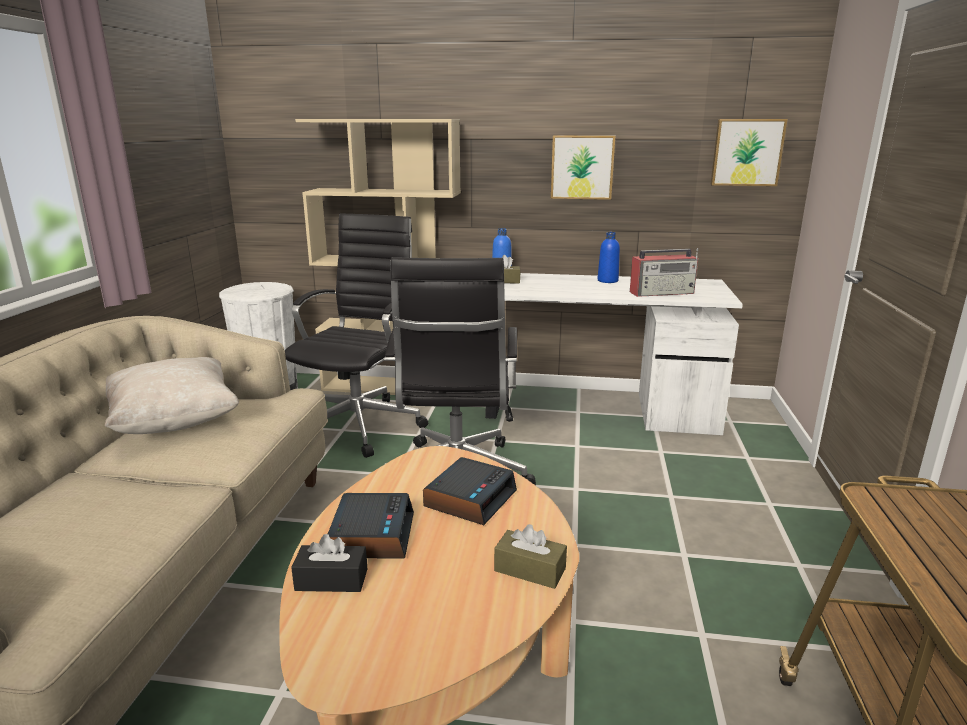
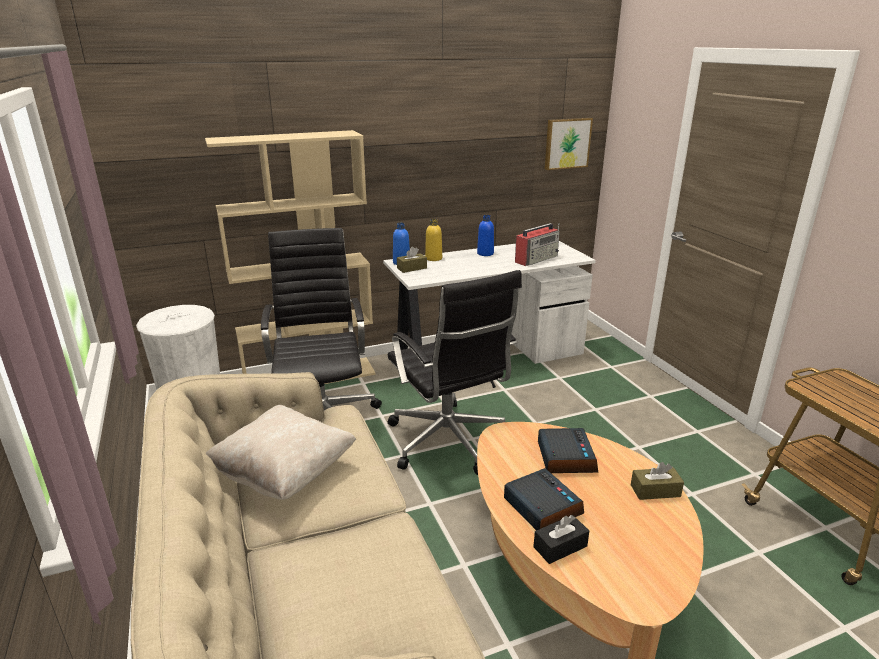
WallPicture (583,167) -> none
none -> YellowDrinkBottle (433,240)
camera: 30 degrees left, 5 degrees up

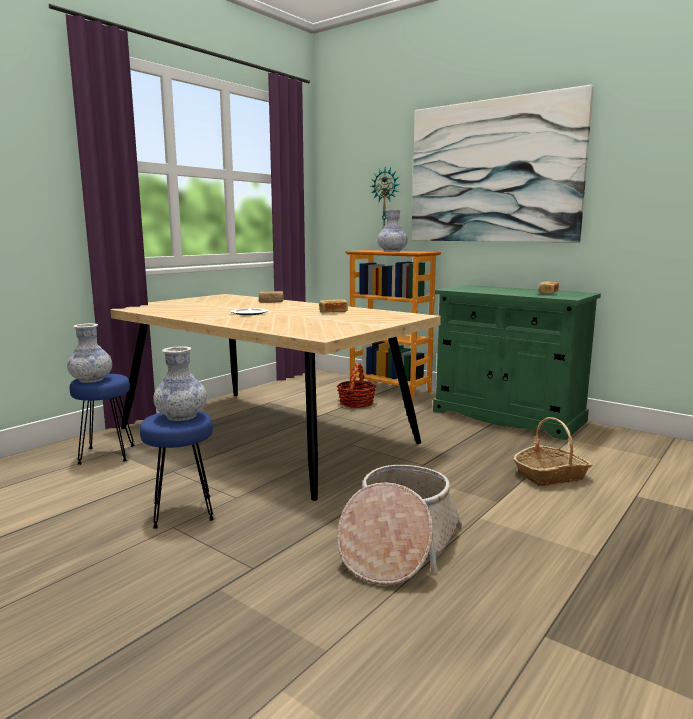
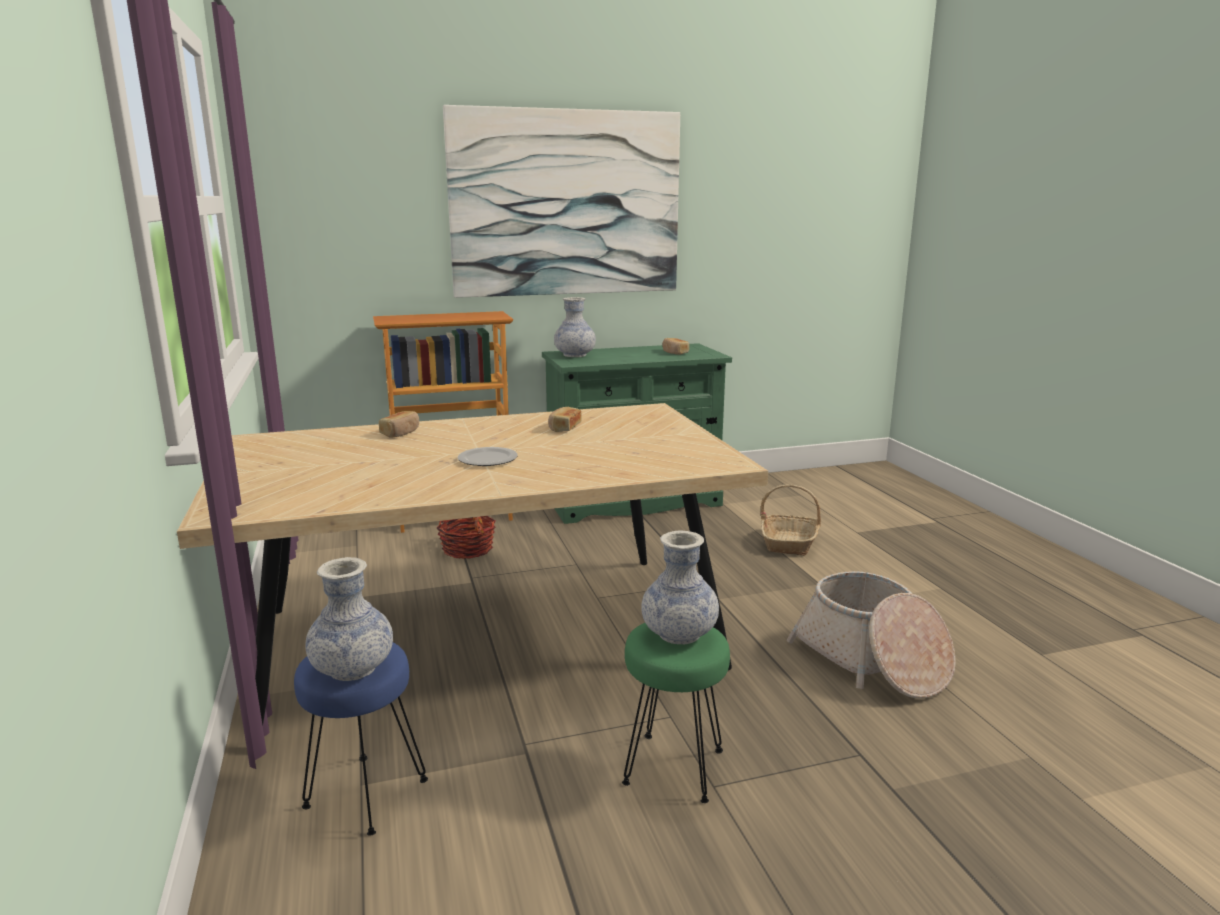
BlueStoolSeat (177,470) -> GreenColouredStoolSeat (676,713)
WallClock (385,198) -> none
FlowerVase (392,230) -> FlowerVase (575,327), relocated
camera: 55 degrees left, 5 degrees up

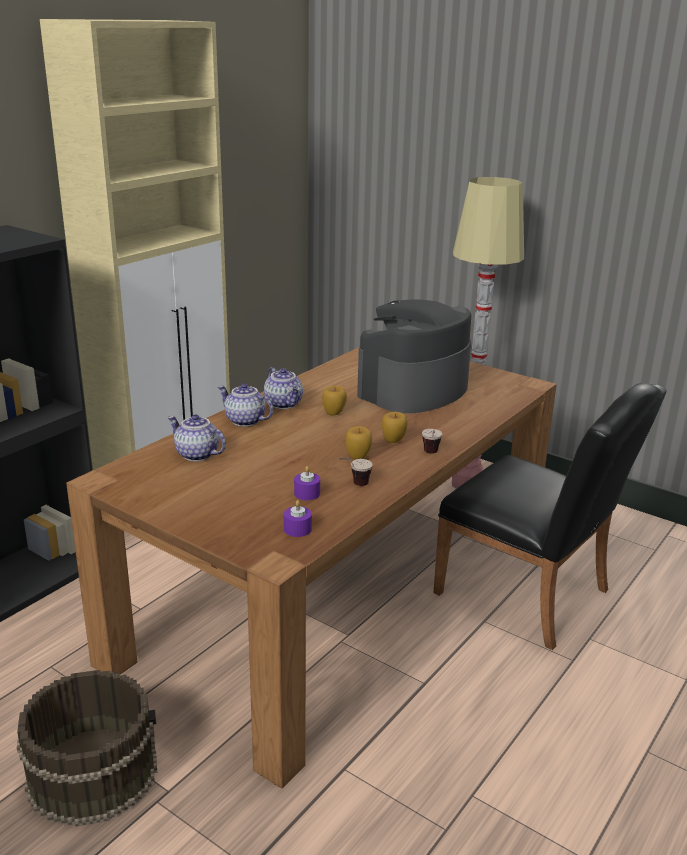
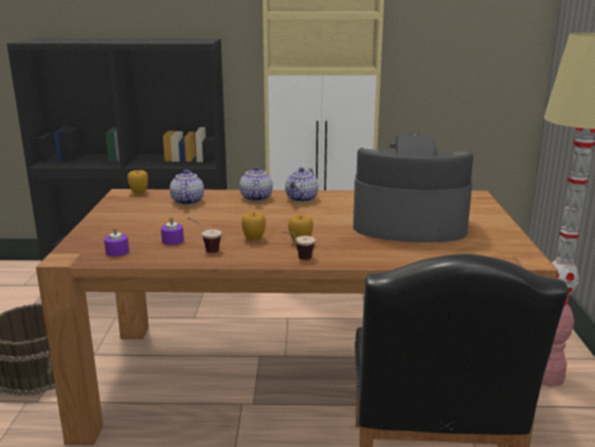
Apple (334,401) -> Apple (137,181), relocated
camera: 55 degrees right, 5 degrees down

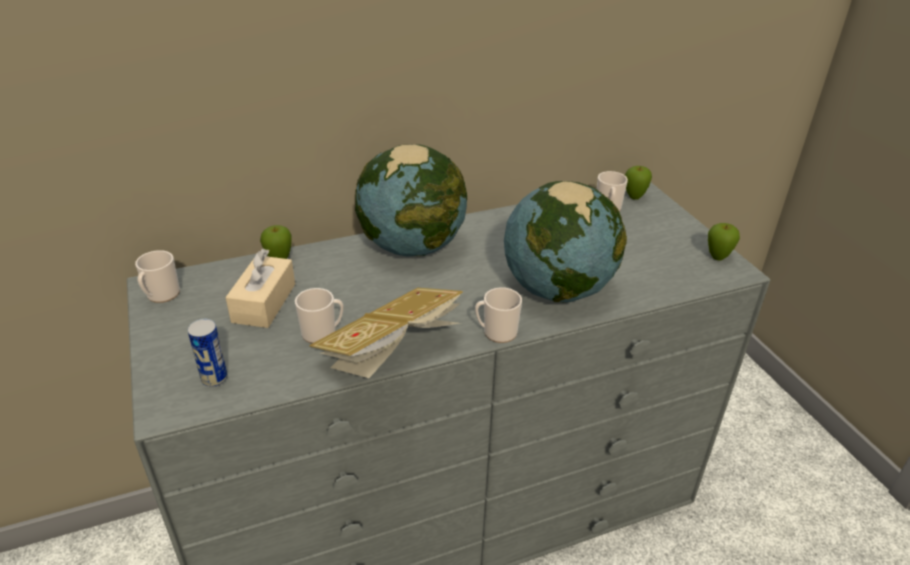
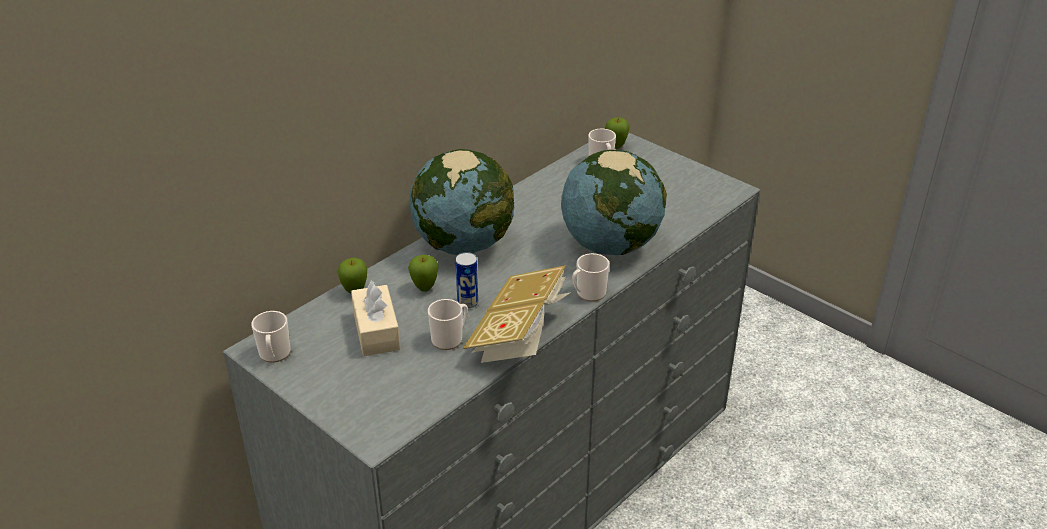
SealedCan (207,353) -> SealedCan (466,280), relocated
Apple (724,242) -> Apple (423,273), relocated
camera: 25 degrees left, 0 degrees up

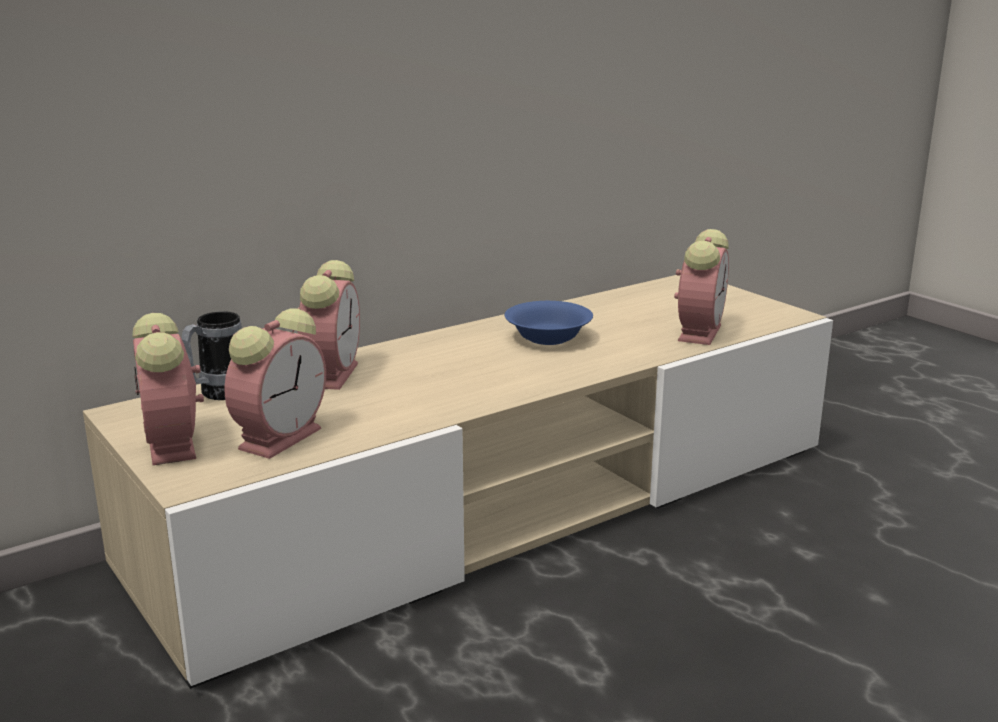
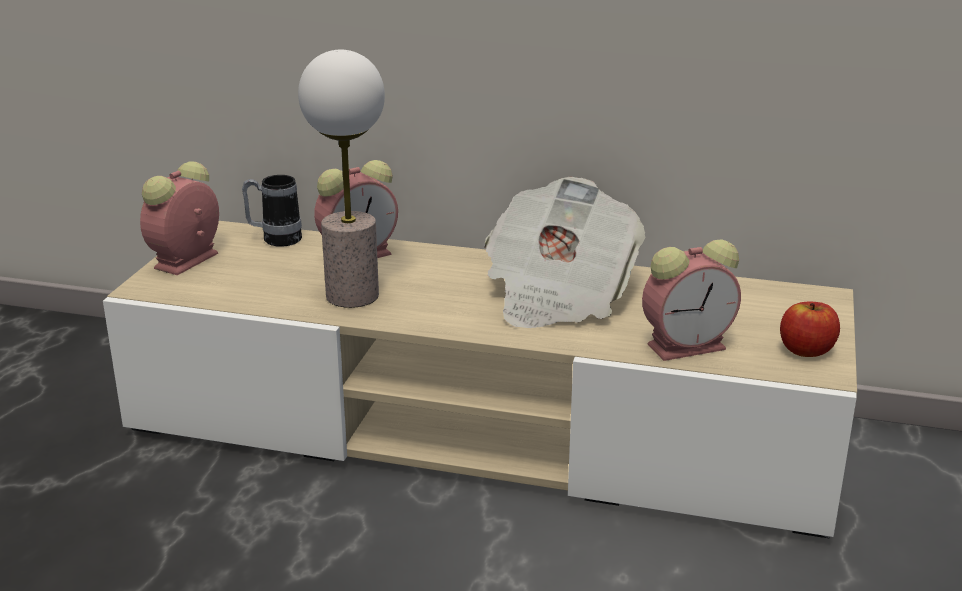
AlarmClock (275,383) -> none
BlueBowl (549,323) -> Newspaper (565,252)
none -> TabletopLamp (341,179)
none -> Apple (810,329)
camera: 50 degrees right, 5 degrees up

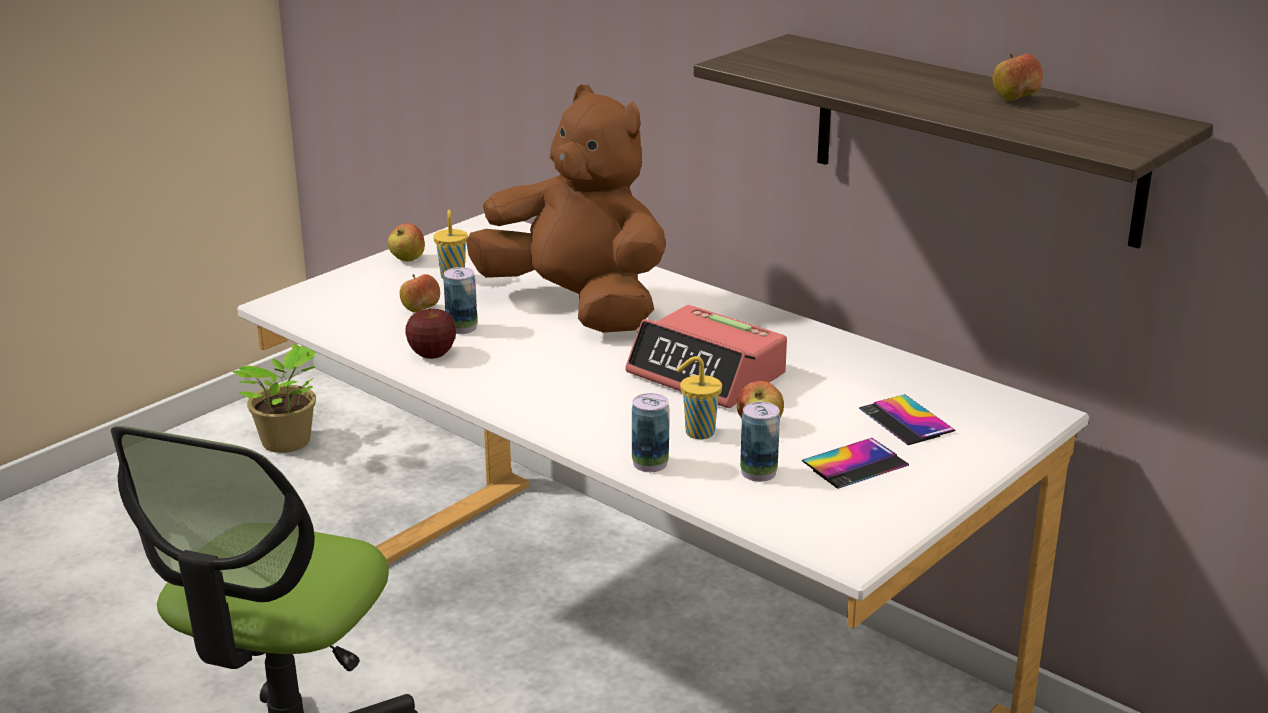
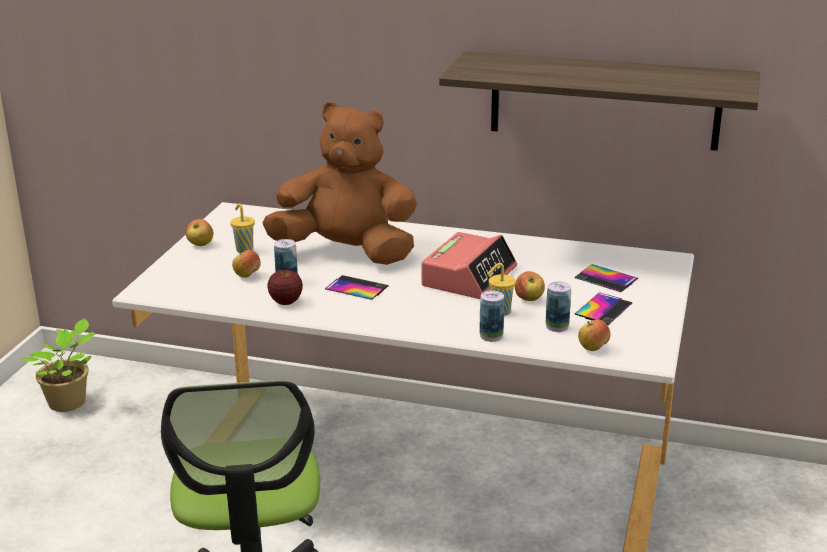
AlarmClock (706,356) -> AlarmClock (469,265), 75 degrees counterclockwise
Apple (1018,77) -> Apple (594,335), relocated
none -> Telephone (357,287)
camera: 25 degrees left, 0 degrees up

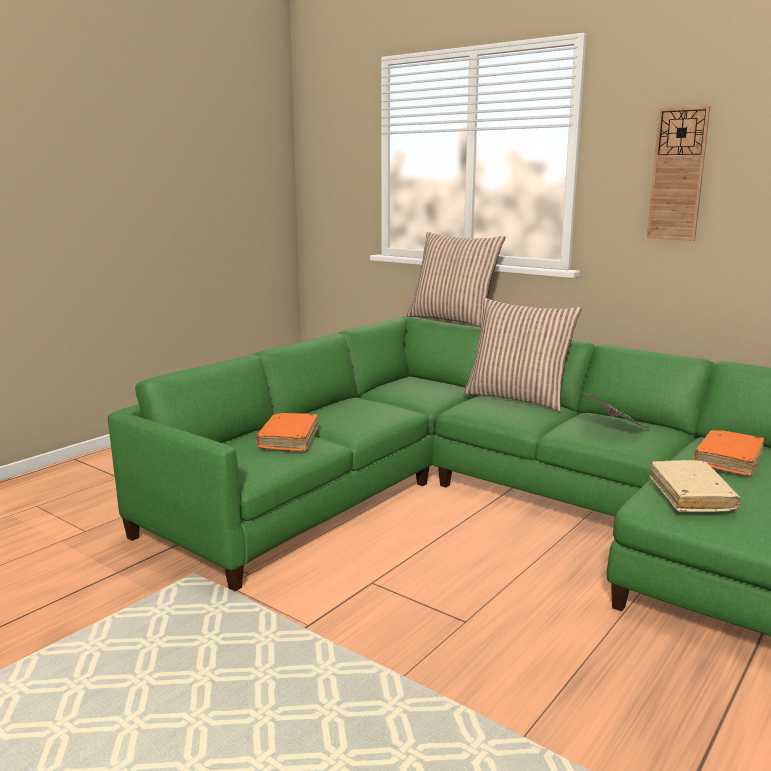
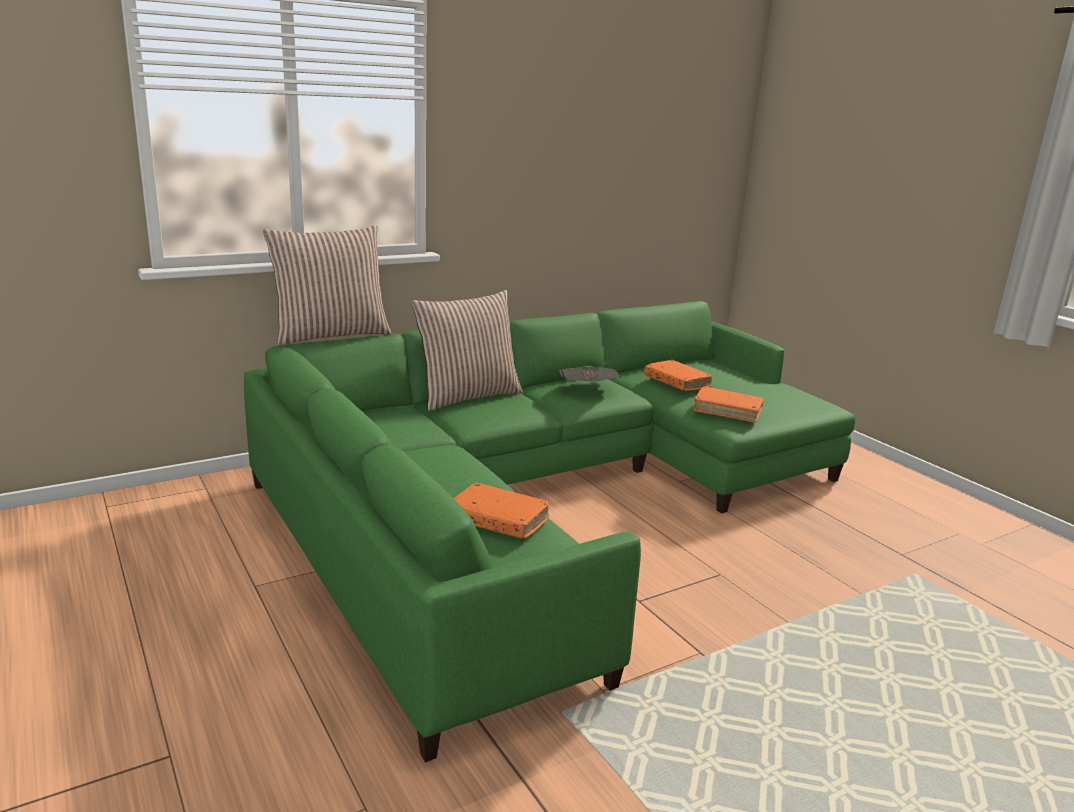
WallClock (678,173) -> none
BeigeColouredBook (695,486) -> OrangeColouredBook (728,405)
camera: 70 degrees left, 5 degrees up

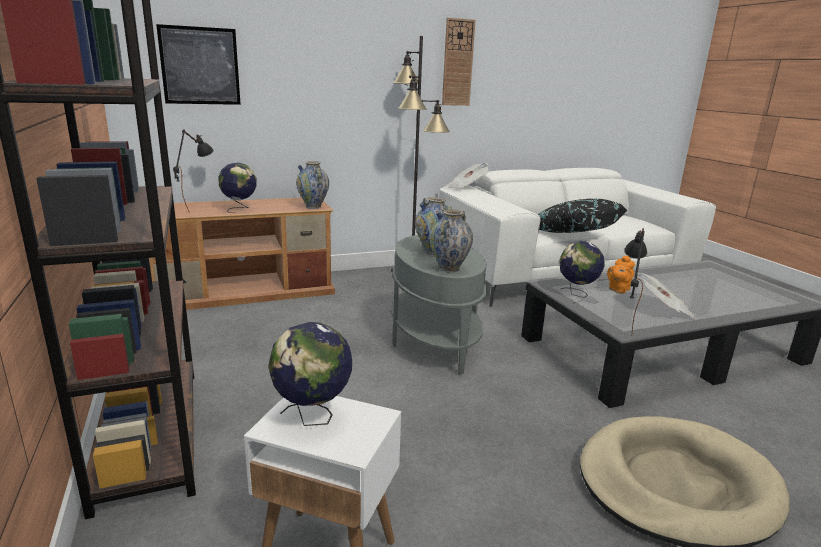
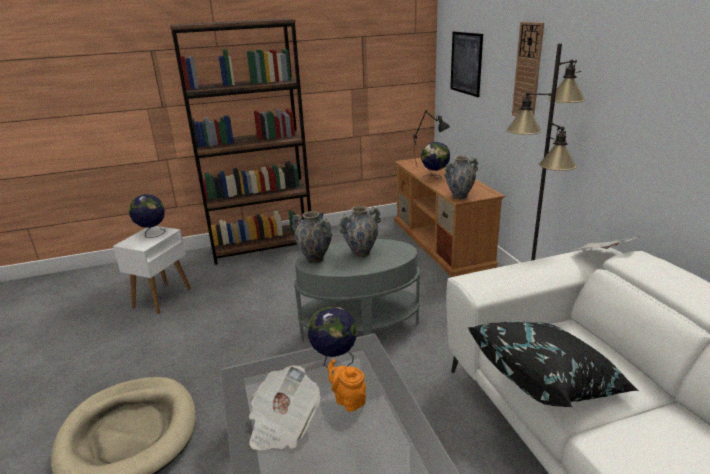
WallClock (459,62) -> WallClock (528,69), relocated
BlackishTabletopLamp (635,280) -> none
camera: 95 degrees right, 5 degrees up

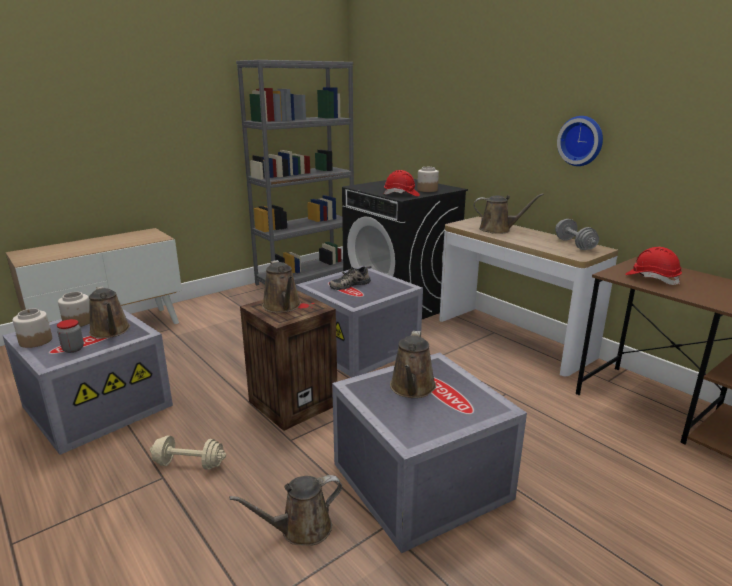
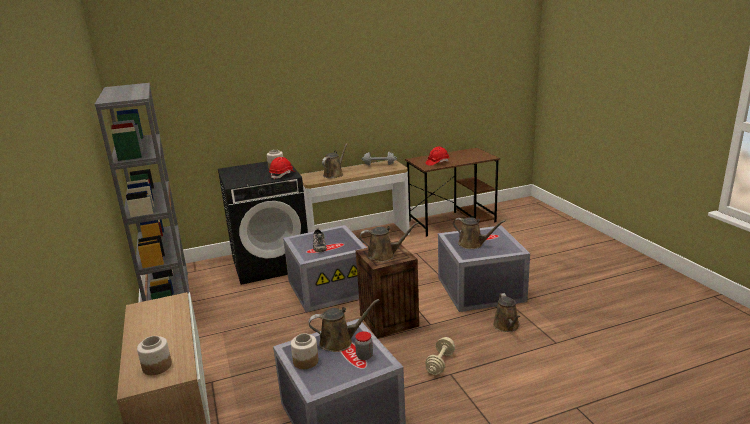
Jar (32,328) -> Jar (154,355), relocated
WallClock (580,141) -> none
camera: 70 degrees left, 0 degrees up

